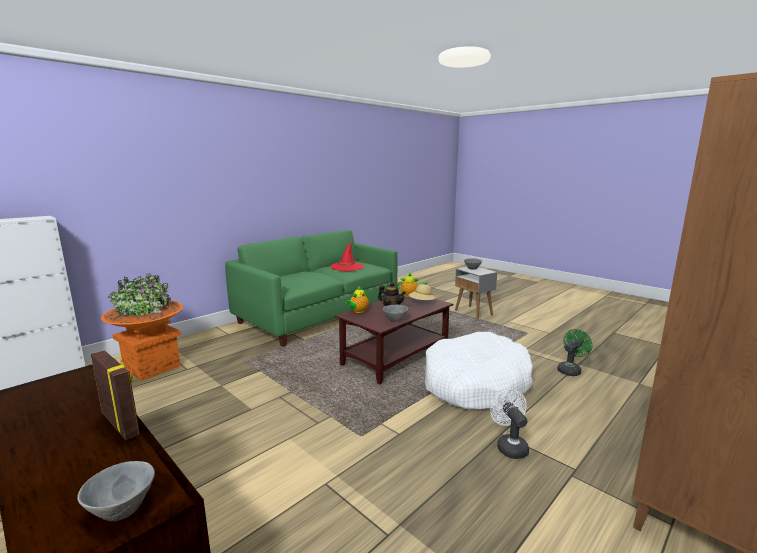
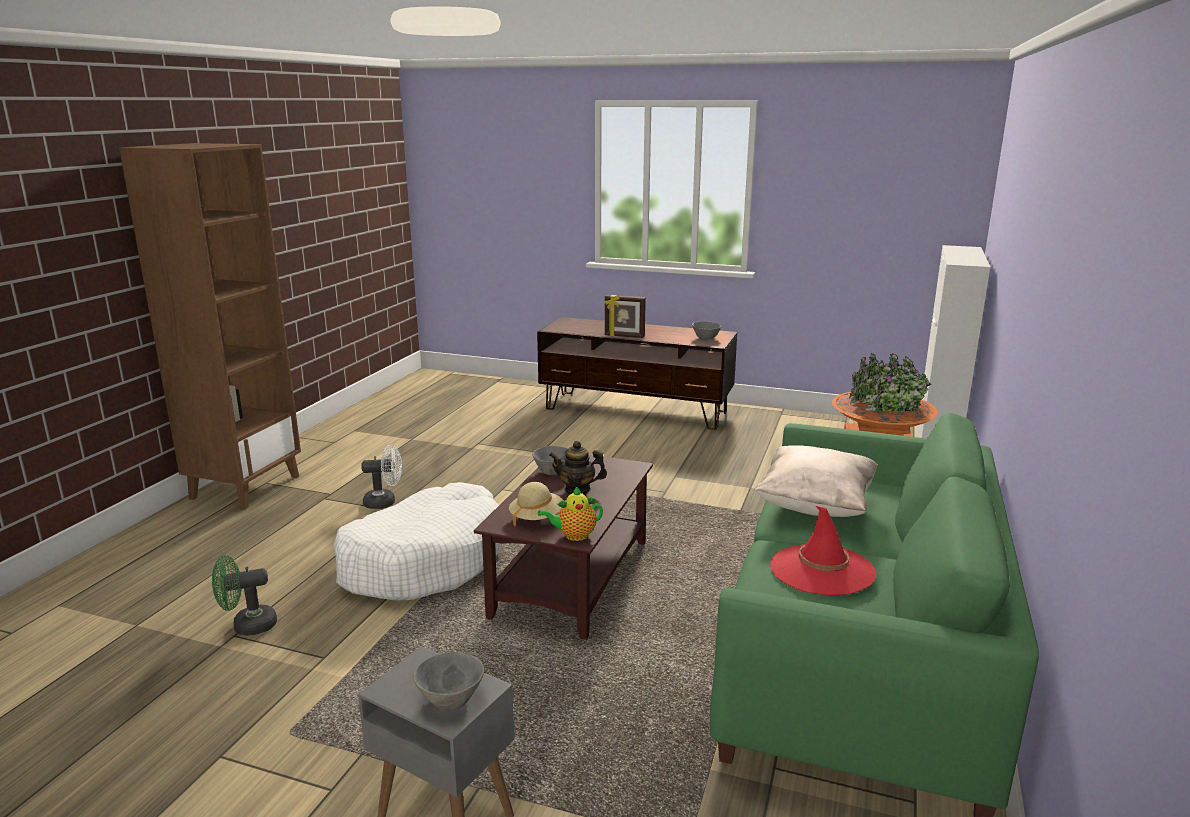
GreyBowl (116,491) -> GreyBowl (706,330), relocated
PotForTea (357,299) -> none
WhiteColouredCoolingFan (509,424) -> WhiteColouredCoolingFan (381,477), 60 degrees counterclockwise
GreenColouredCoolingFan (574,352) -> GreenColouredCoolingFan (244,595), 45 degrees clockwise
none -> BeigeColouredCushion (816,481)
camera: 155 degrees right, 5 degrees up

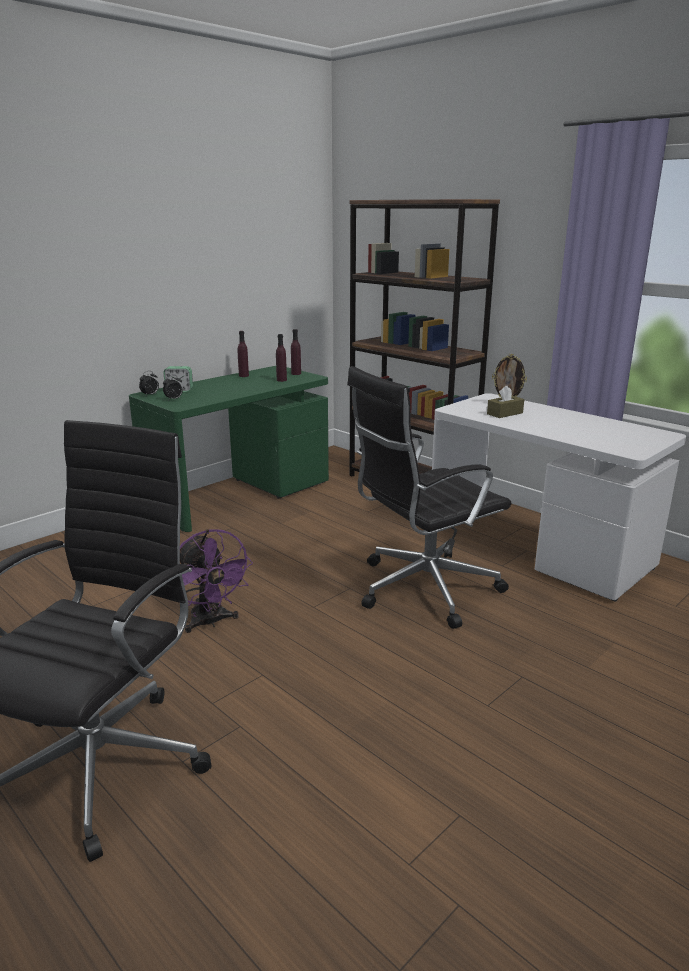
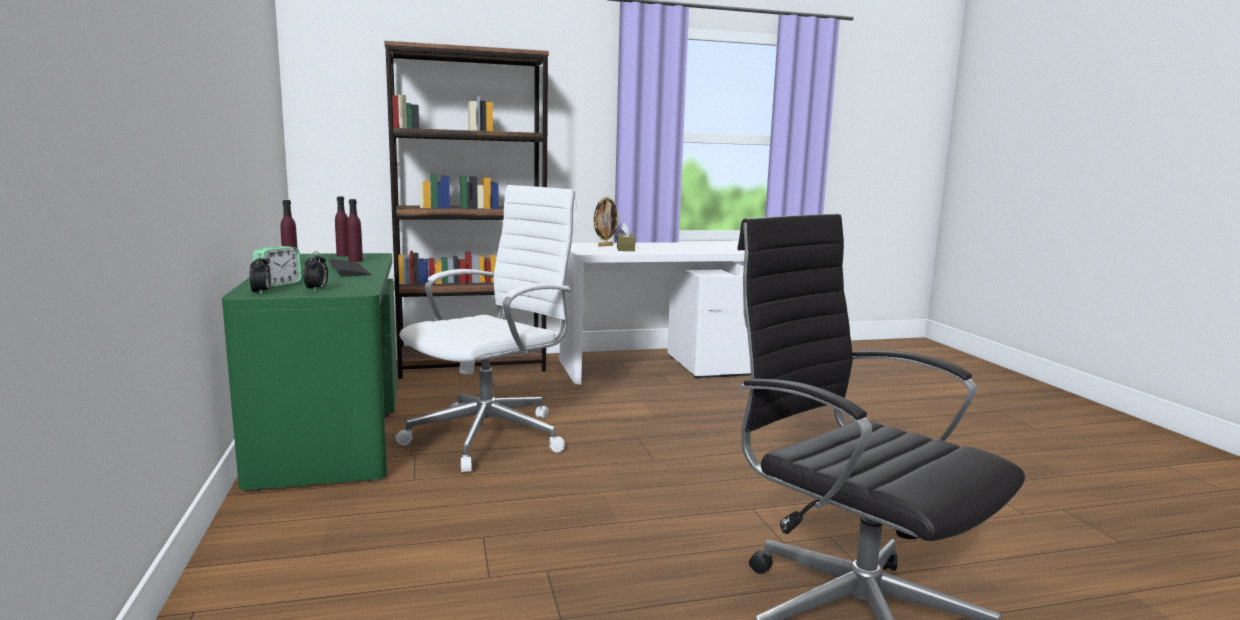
PurpleColouredCoolingFan (216,581) -> none
BlackishOfficeChair (429,497) -> none
none -> PcKeyboard (349,268)
none -> WhiteColouredOfficeChair (486,328)
camera: 60 degrees left, 10 degrees down

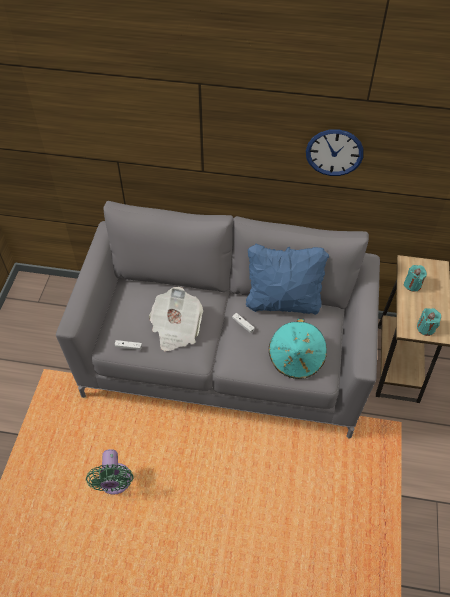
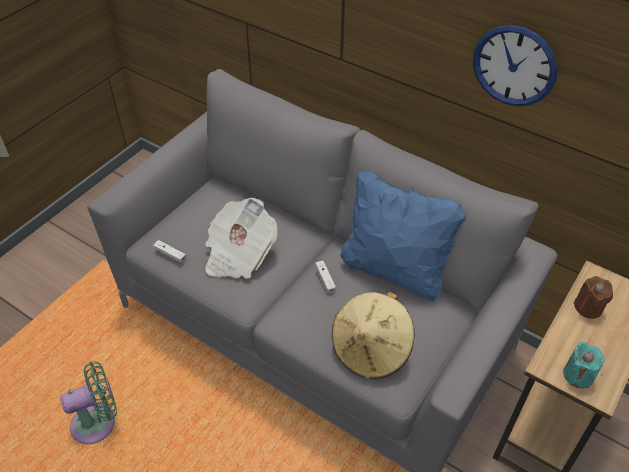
GreenColouredCoolingFan (110,472) -> GreenColouredCoolingFan (88,402), 135 degrees counterclockwise
BlueGreenHat (298,349) -> BeigeColouredHat (373,335)
BlueGreenCandle (415,278) -> BrownCandle (593,297)
camera: 25 degrees right, 5 degrees down

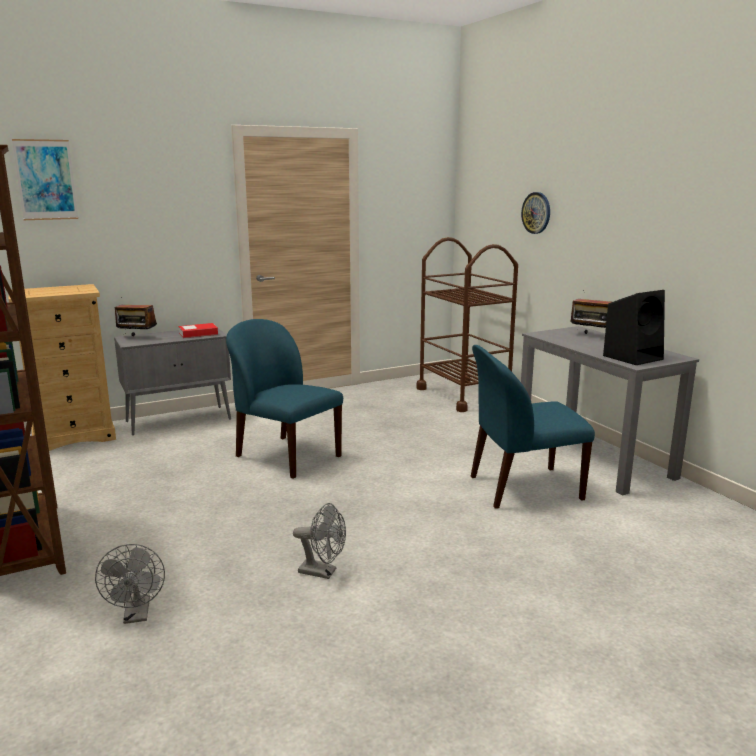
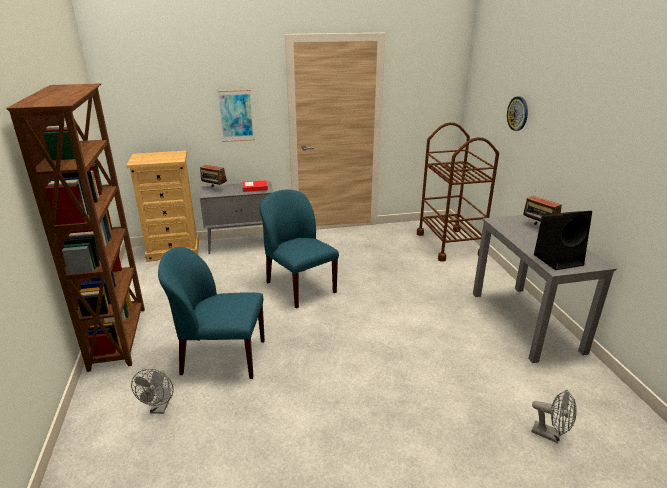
WallPicture (45,179) -> WallPicture (236,116), relocated
GreyCoolingFan (319,541) -> GreyCoolingFan (554,416), relocated
BlueChair (533,427) -> BlueChair (211,313), relocated
camera: 15 degrees right, 10 degrees up

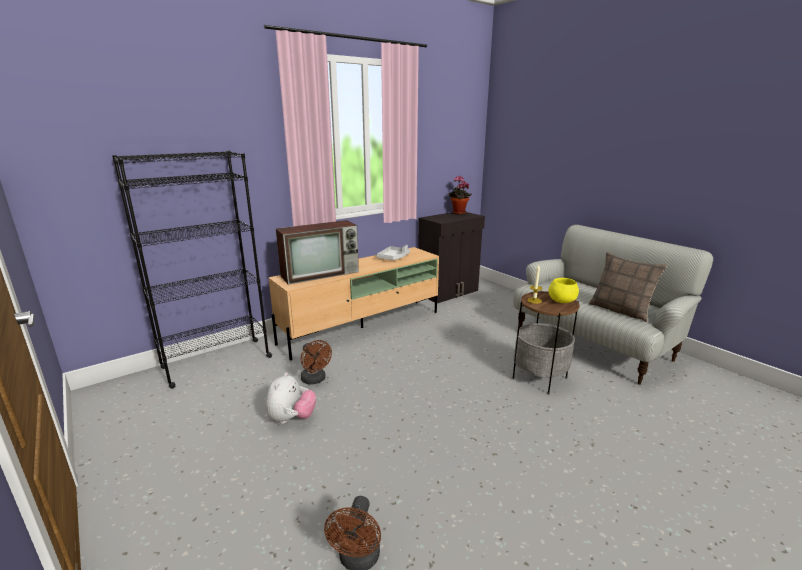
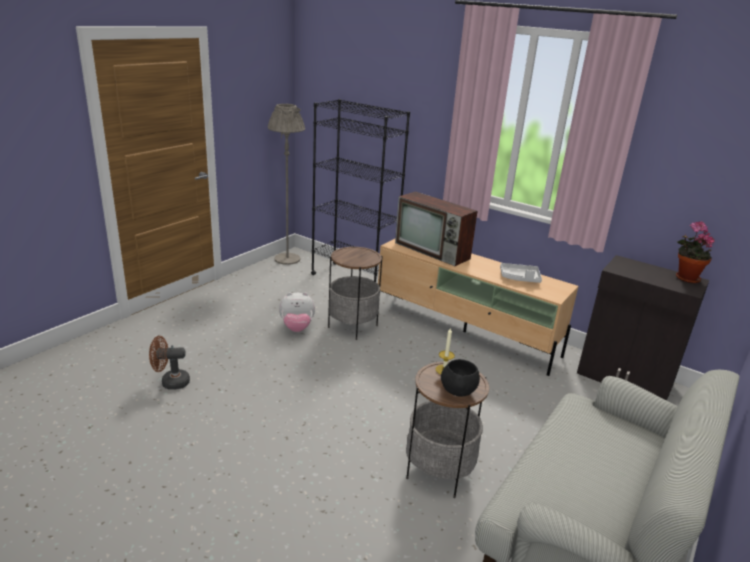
BrownCoolingFan (316,362) -> AccentTable (355,293)
YellowBowl (564,290) -> BlackishBowl (460,378)
Cushion (628,287) -> none
none -> GreyStandingLamp (286,184)
camera: 70 degrees right, 5 degrees up

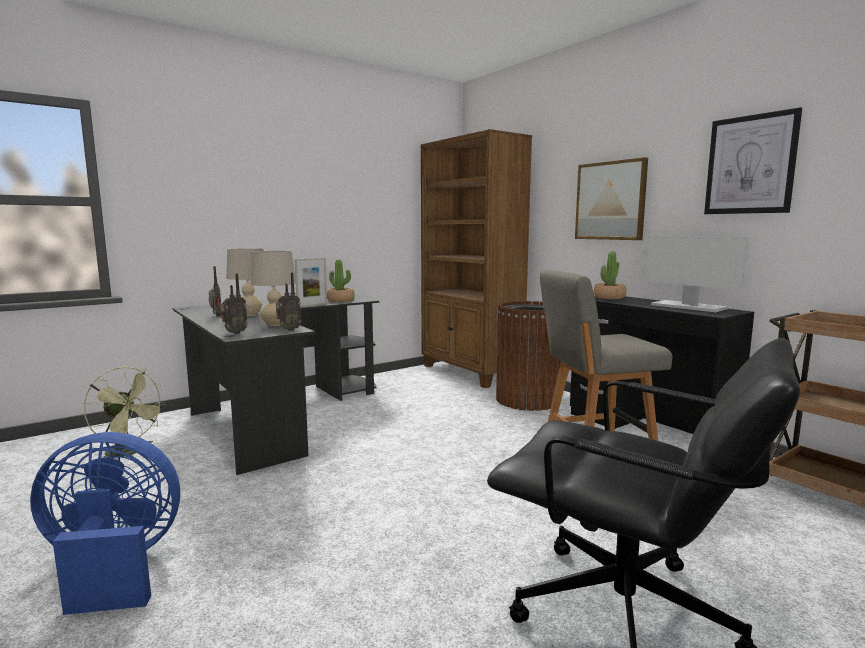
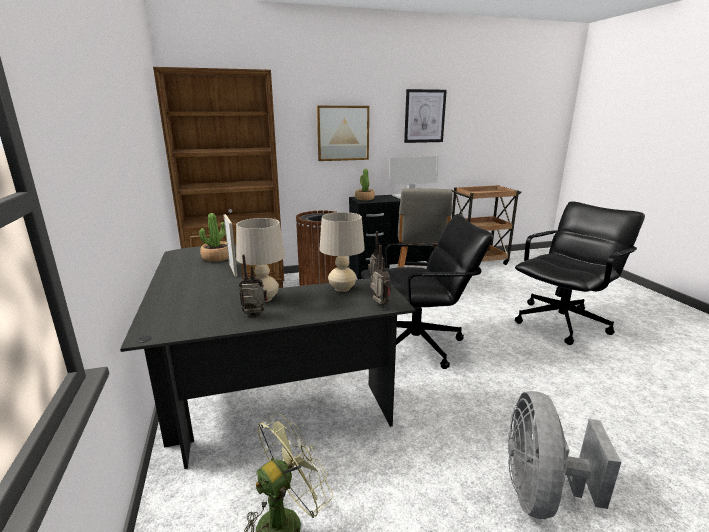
BlueCoolingFan (105,523) -> GreyCoolingFan (564,455)
none -> BlackishOfficeChair (427,291)
camera: 70 degrees left, 10 degrees up

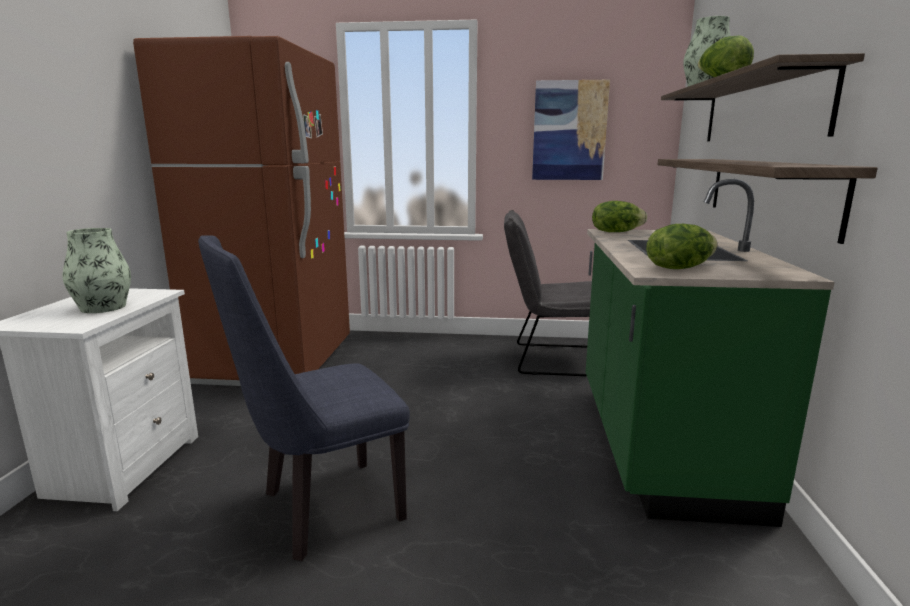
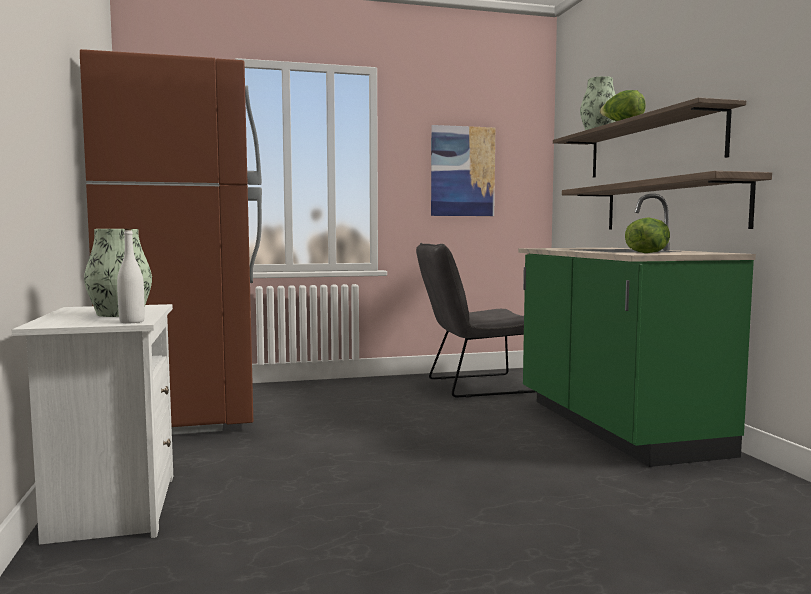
BlueChair (304,398) -> none
LettuceHead (619,216) -> none
none -> WhiteColouredDrinkBottle (131,276)
camera: 20 degrees left, 10 degrees down

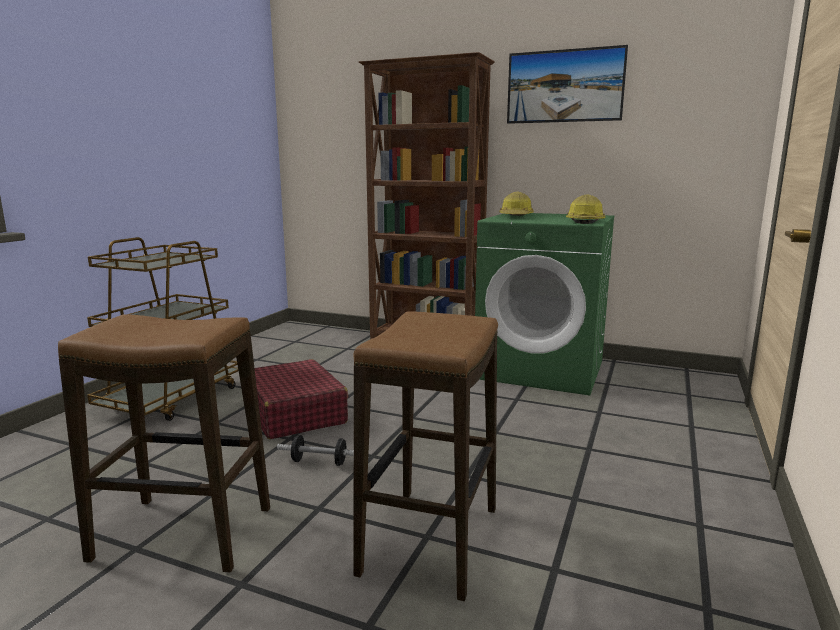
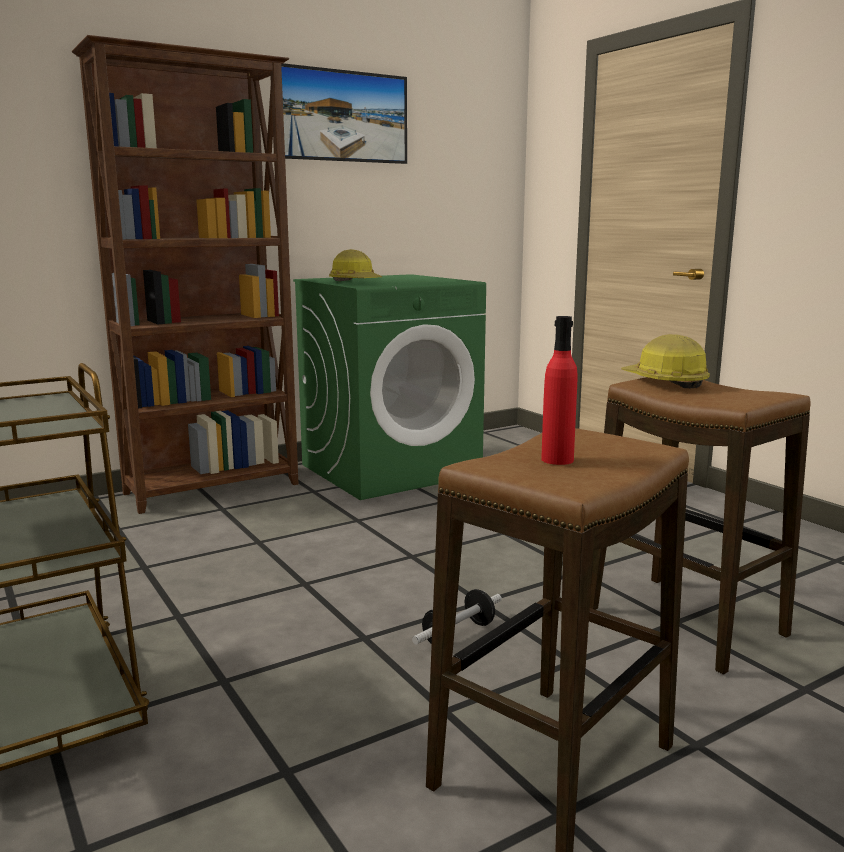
RedSuitcase (301,399) -> none
SafetyHelmet (586,209) -> SafetyHelmet (665,361), relocated
none -> RedDrinkBottle (559,390)
camera: 55 degrees left, 0 degrees up

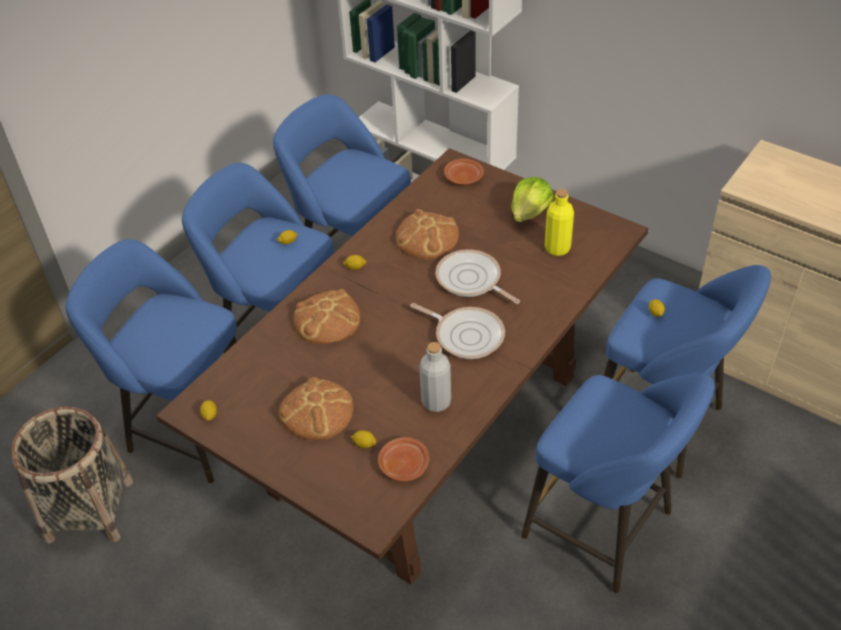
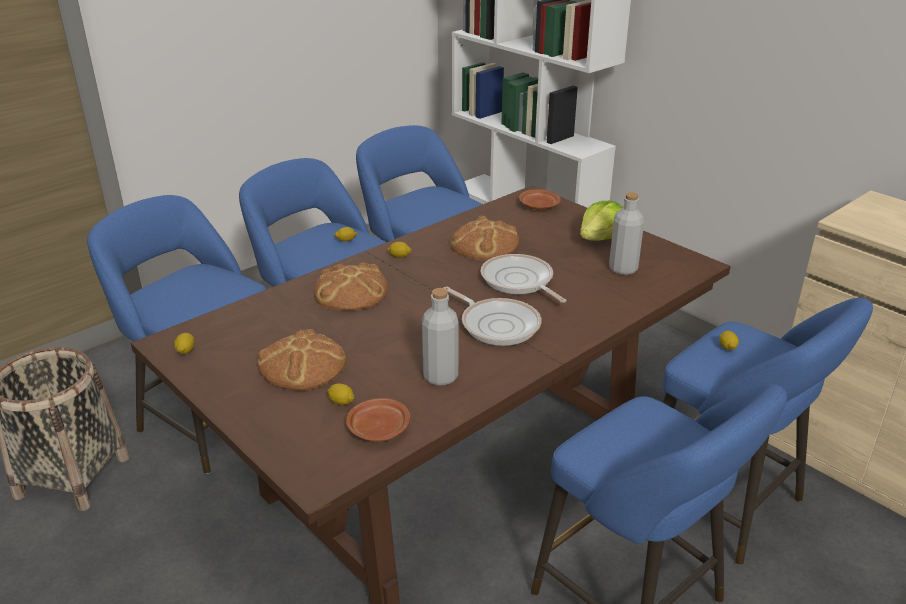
YellowDrinkBottle (559,222) -> GreyDrinkBottle (626,233)
camera: 10 degrees right, 15 degrees down

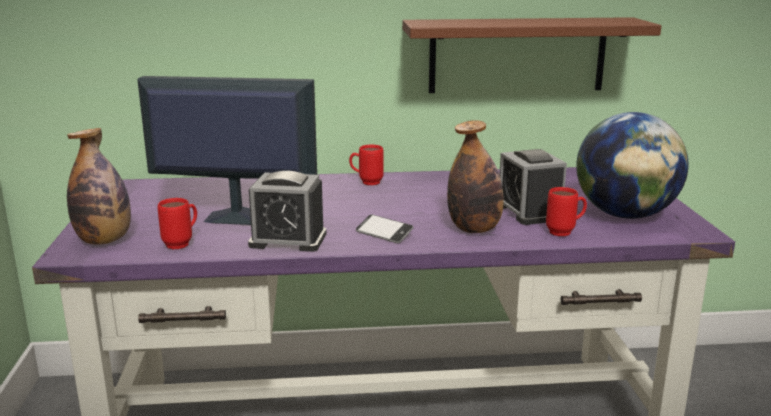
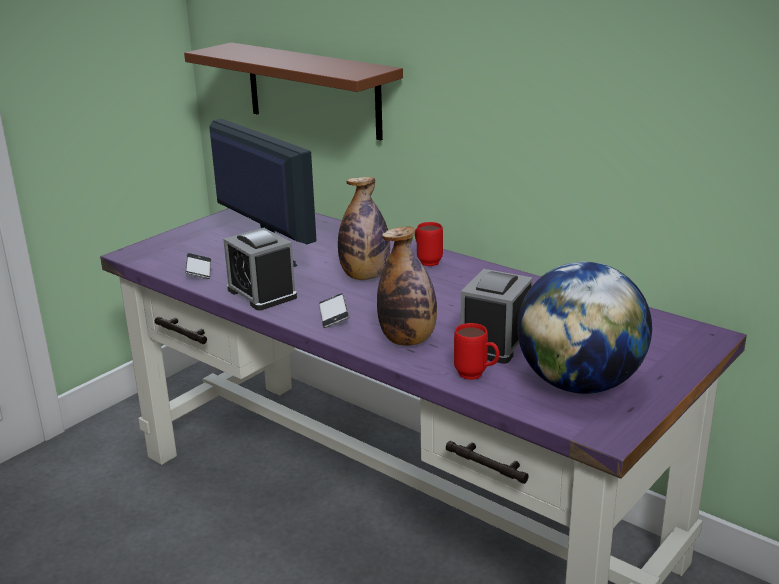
DrinkBottle (99,186) -> DrinkBottle (364,228), relocated
RedCoffeeMug (177,223) -> Telephone (198,266)
BrownBracketShelf (532,55) -> BrownBracketShelf (293,91), relocated
camera: 45 degrees right, 5 degrees up

